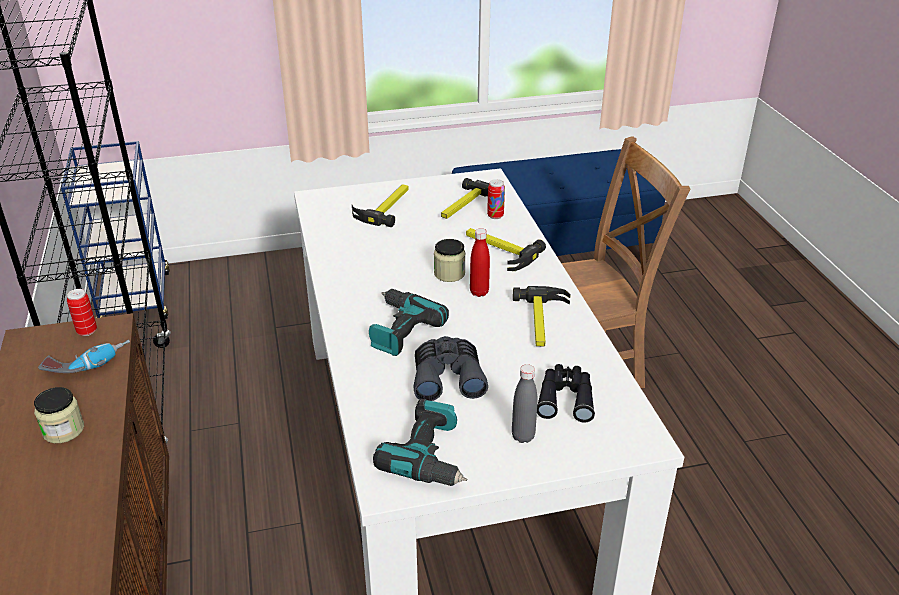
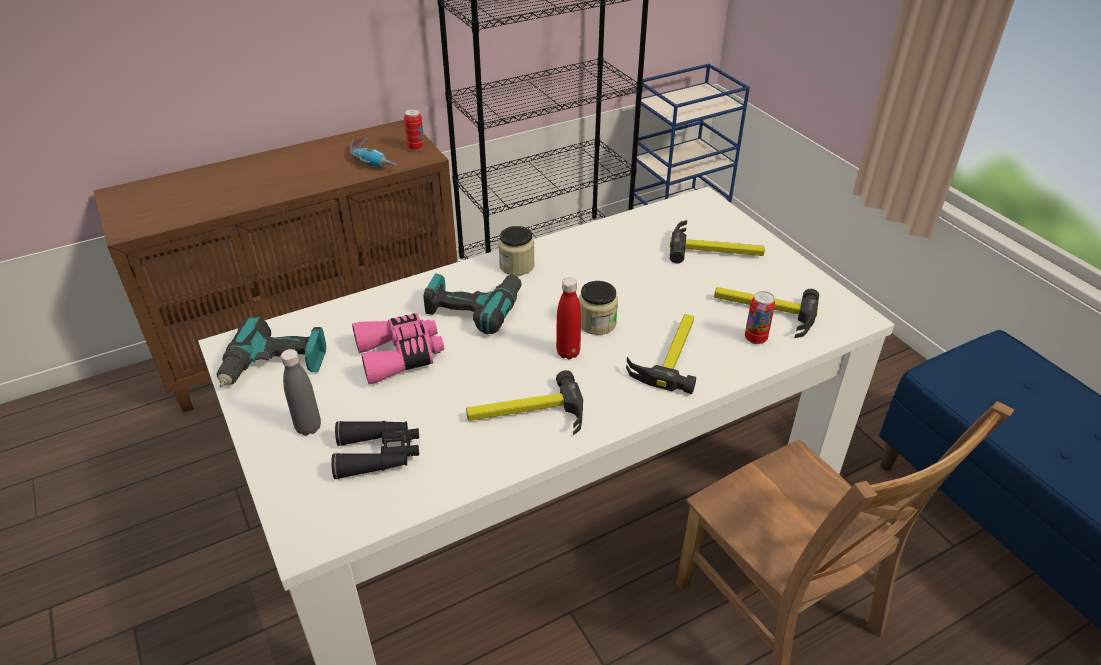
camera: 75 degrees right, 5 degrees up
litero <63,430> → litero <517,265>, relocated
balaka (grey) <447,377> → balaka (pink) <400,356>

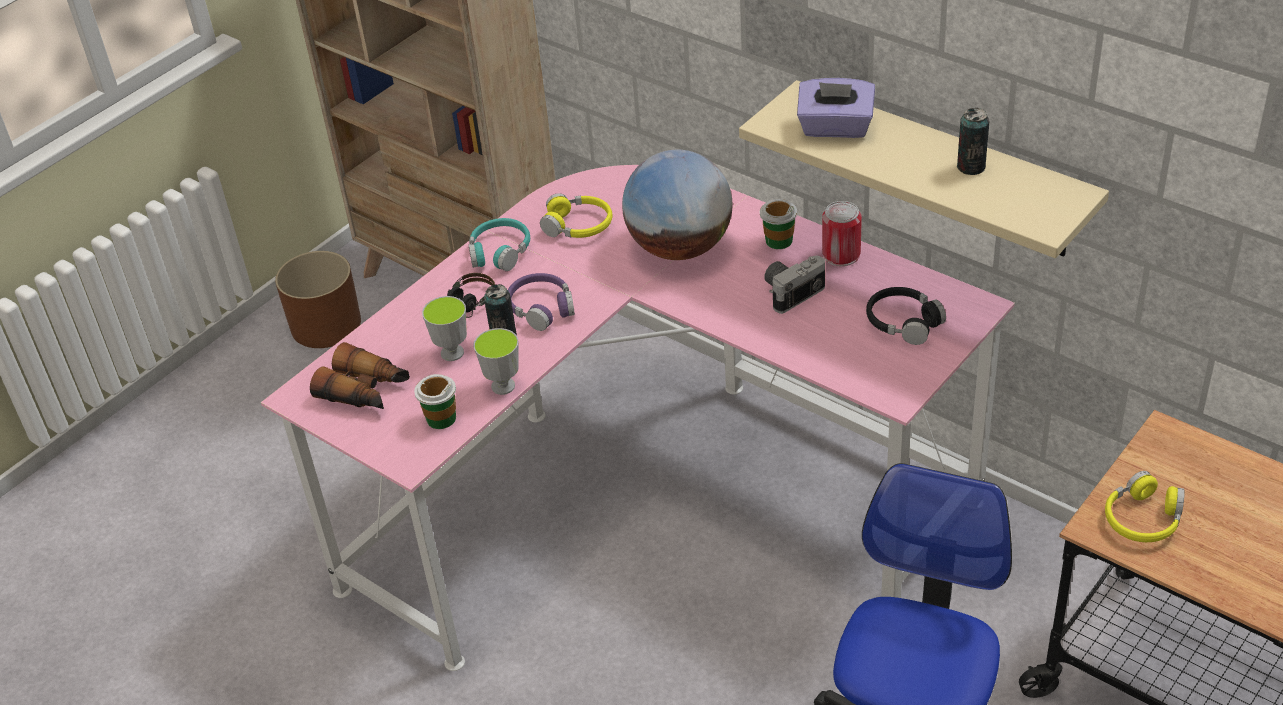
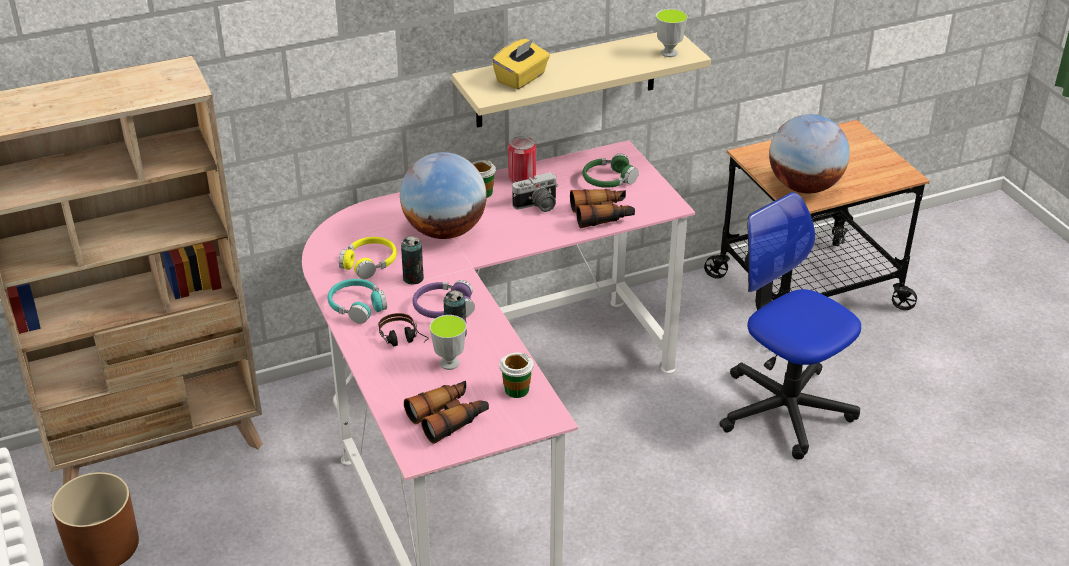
camera: 65 degrees left, 5 degrees down
- → balaka <602,215>
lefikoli <503,386> → lefikoli <669,53>, relocated
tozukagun <971,167> → tozukagun <413,278>, relocated
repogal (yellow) <1143,519> → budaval <804,187>
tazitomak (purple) <835,128> → tazitomak (yellow) <521,78>
repogal (black) <903,322> → repogal (green) <608,180>
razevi <791,291> → razevi <537,206>, 105 degrees counterclockwise

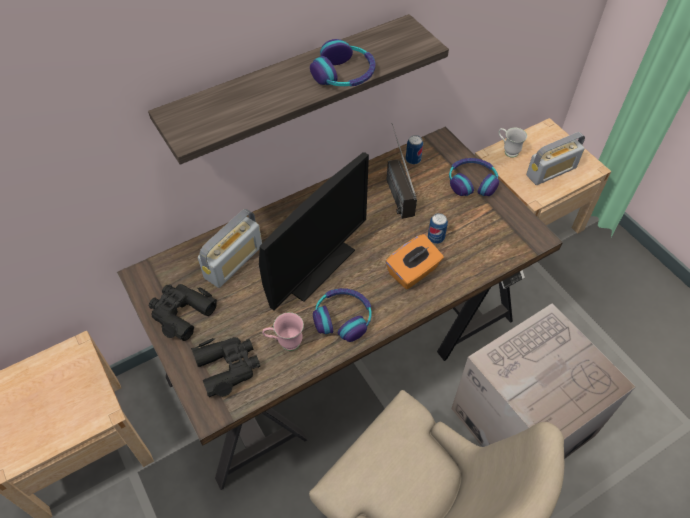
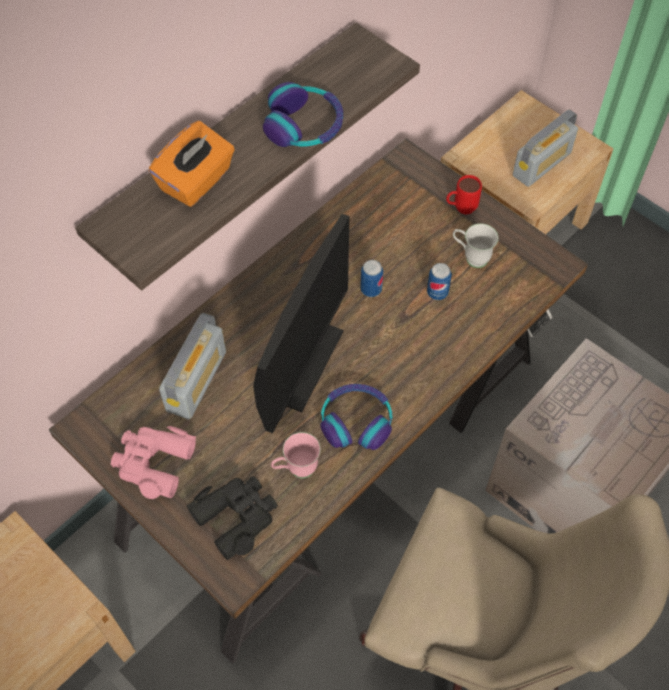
camera: 15 degrees left, 5 degrees up
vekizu <394,187> → -
tazitomak (orange) <413,272> → tazitomak (orange) <196,181>, relocated
tozukagun <413,160> → tozukagun <371,290>, relocated
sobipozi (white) <507,151> → sobipozi (white) <471,257>, relocated
repogal <472,182> → sobipozi (red) <460,209>
balaka (black) <181,313> → balaka (pink) <153,463>

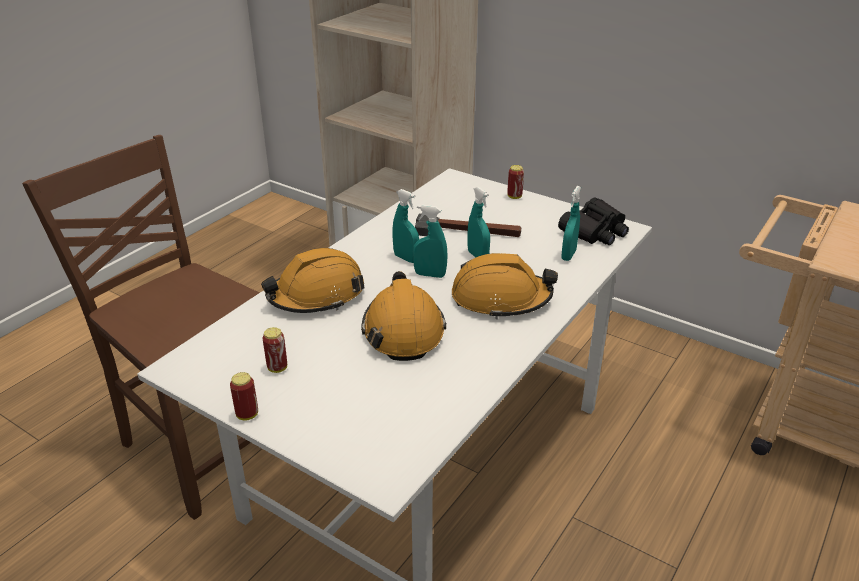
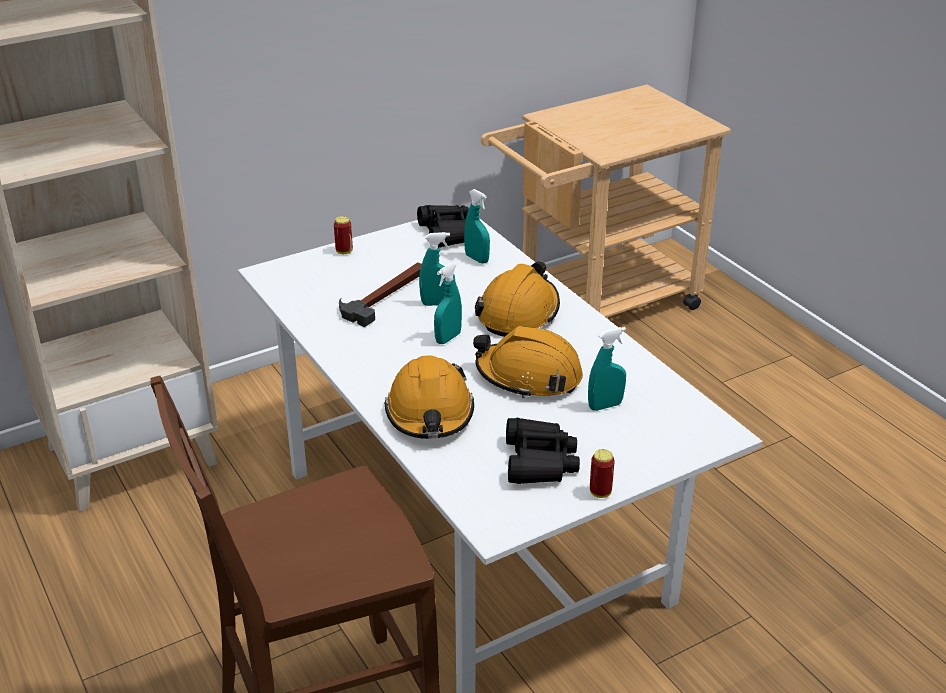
camera: 65 degrees left, 0 degrees up
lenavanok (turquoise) <406,258> → lenavanok (turquoise) <605,406>, relocated
tozukagun <277,368> → balaka (black) <539,461>

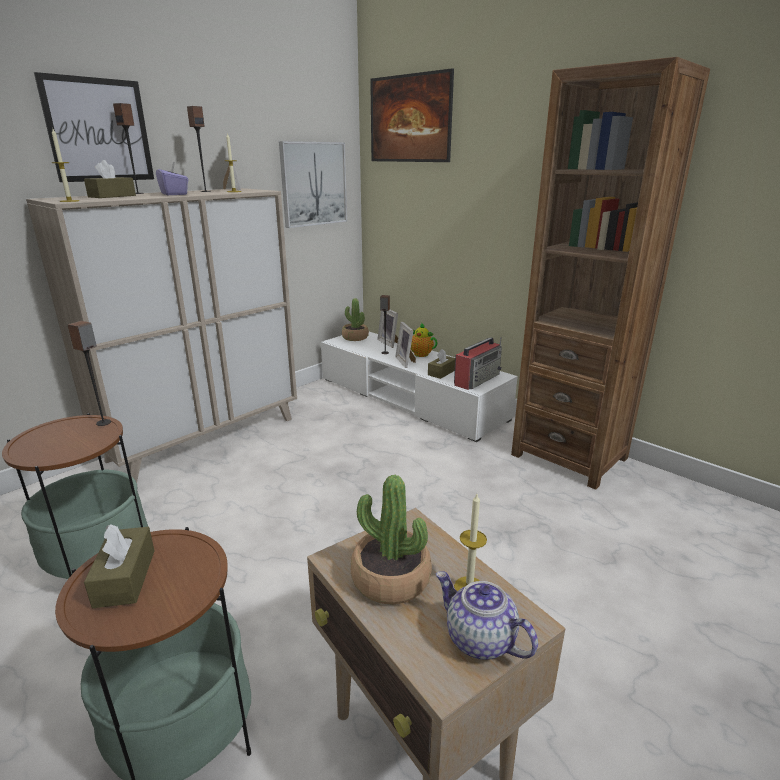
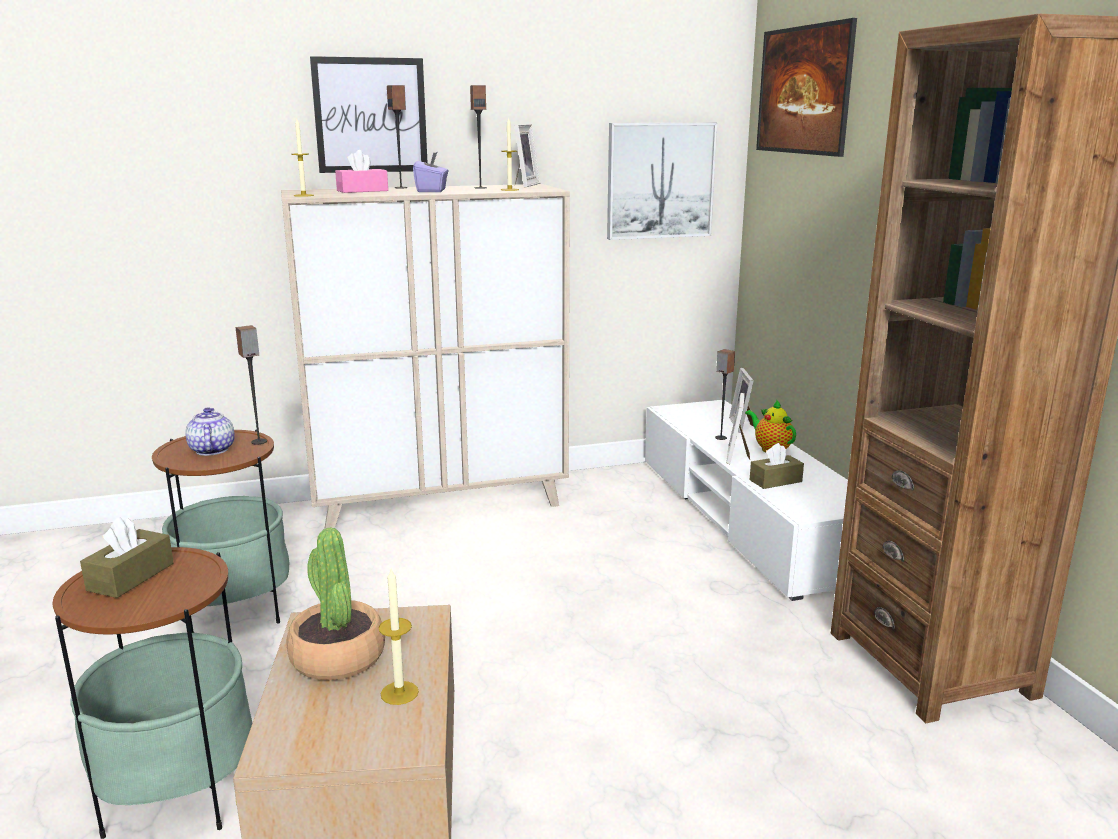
camera: 30 degrees right, 5 degrees down
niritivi <355,337> → -
vekizu <477,379> → -
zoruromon <479,639> → zoruromon <211,450>, relocated
tazitomak (brown) <112,196> → tazitomak (pink) <362,191>

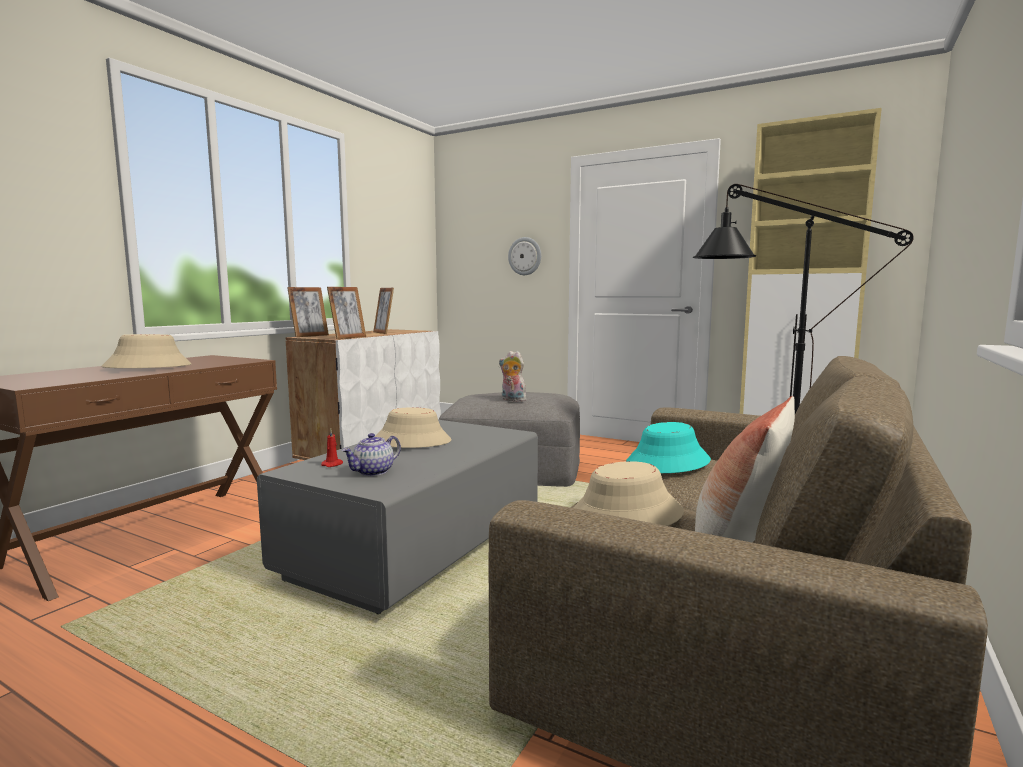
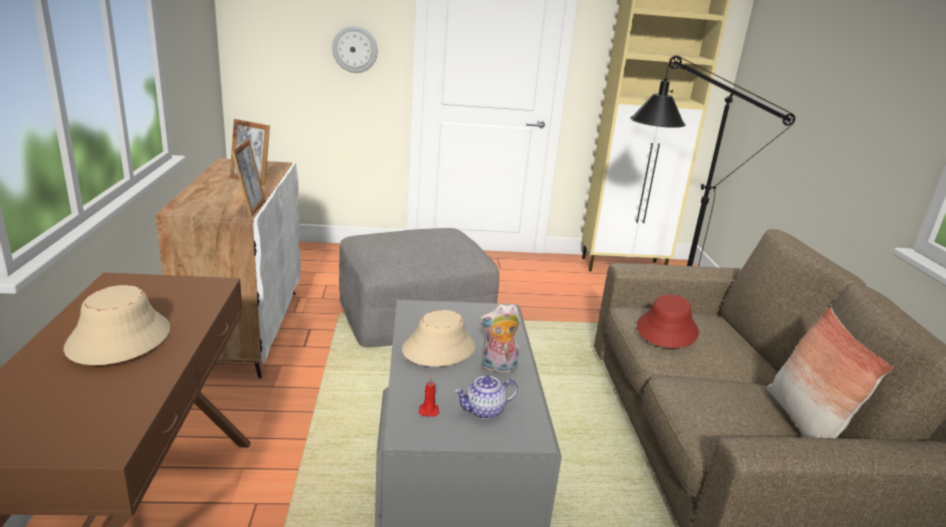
camera: 35 degrees left, 15 degrees up
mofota <309,336> → -
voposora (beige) <626,515> → -
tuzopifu <512,400> → tuzopifu <497,369>, relocated
voposora (turquoise) <668,462> → voposora (red) <667,330>
zoruromon <373,472> → zoruromon <484,411>, 60 degrees clockwise

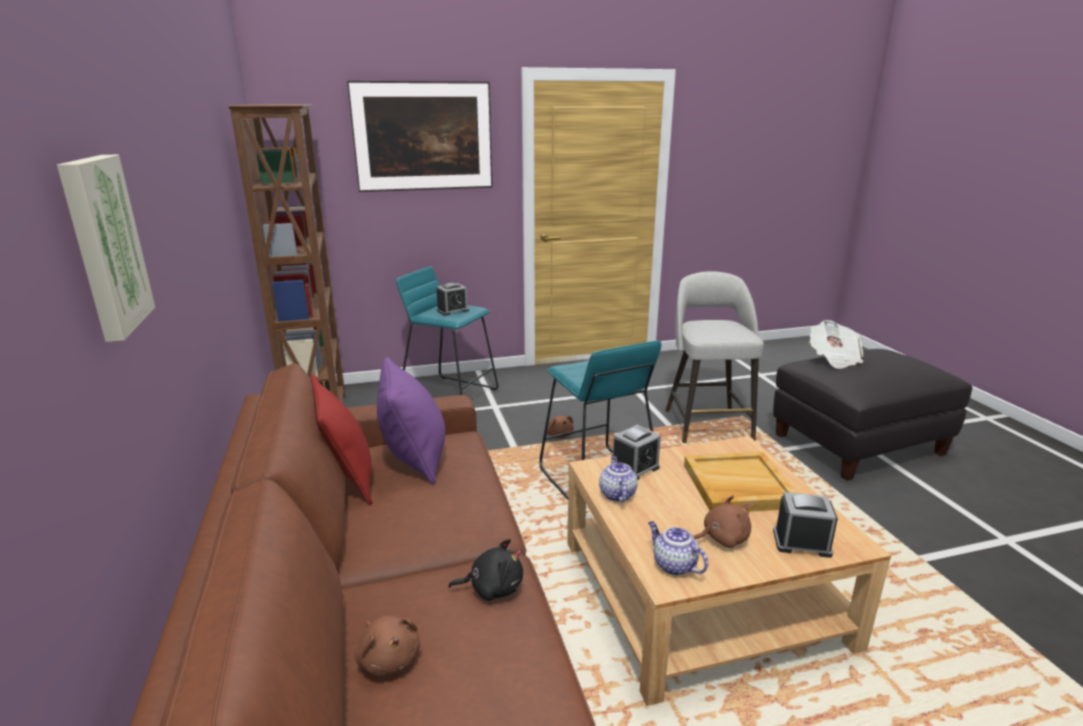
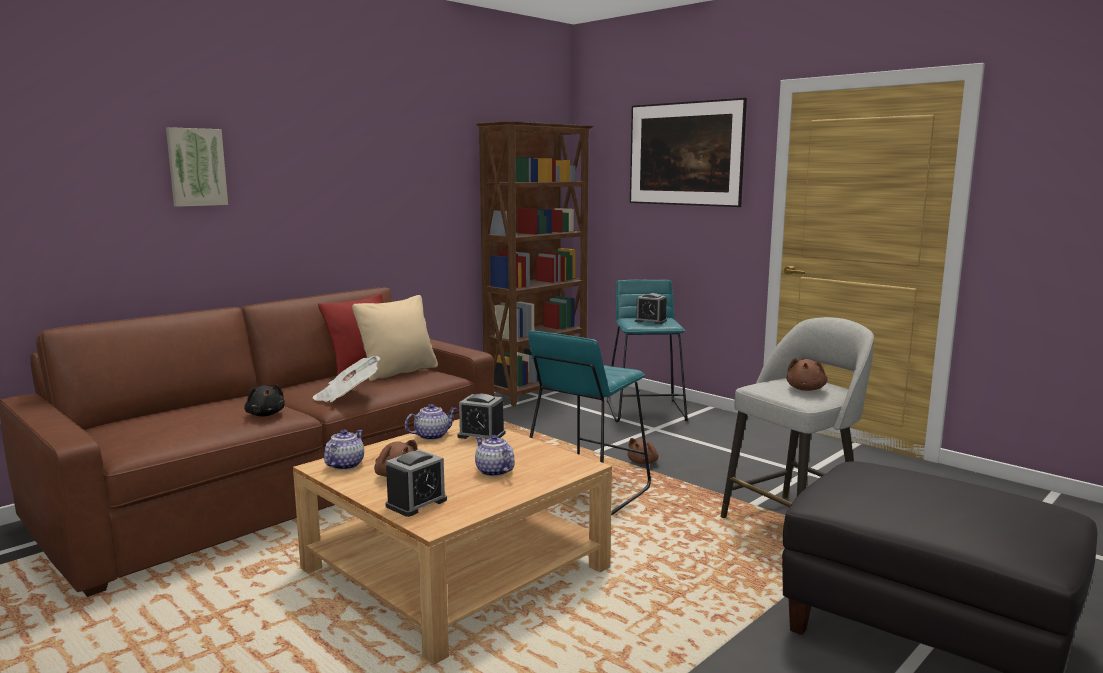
camera: 60 degrees right, 10 degrees down
tuzopifu (brown) <388,658> → tuzopifu (brown) <806,389>, relocated
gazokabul <834,358> → gazokabul <347,396>, relocated
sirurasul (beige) <737,486> → zoruromon <493,471>
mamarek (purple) <414,459> → mamarek (beige) <398,372>
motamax <801,543> → motamax <416,503>, 60 degrees clockwise

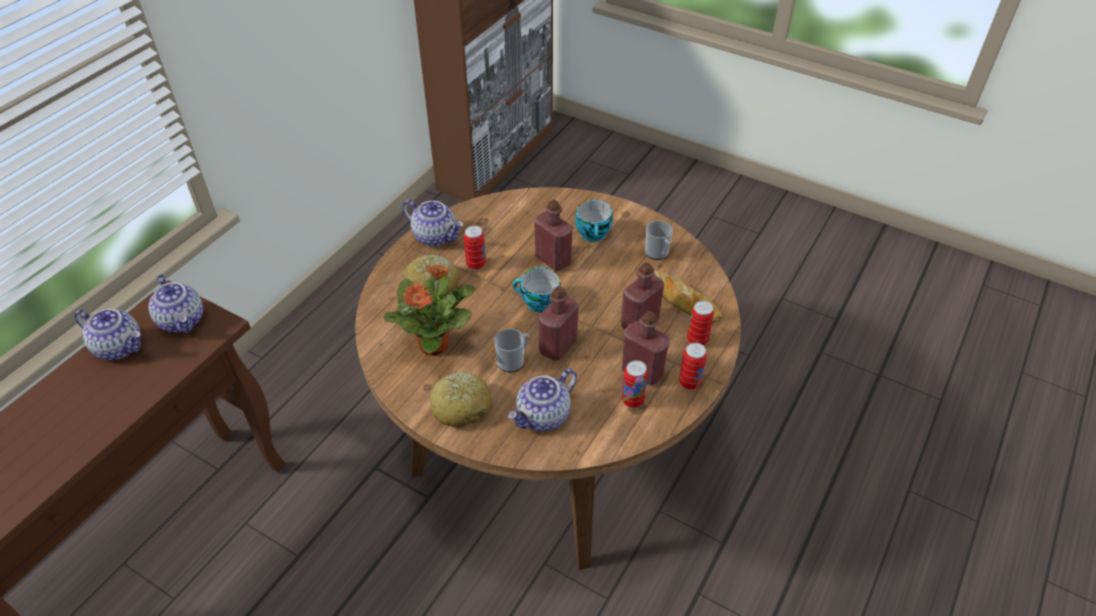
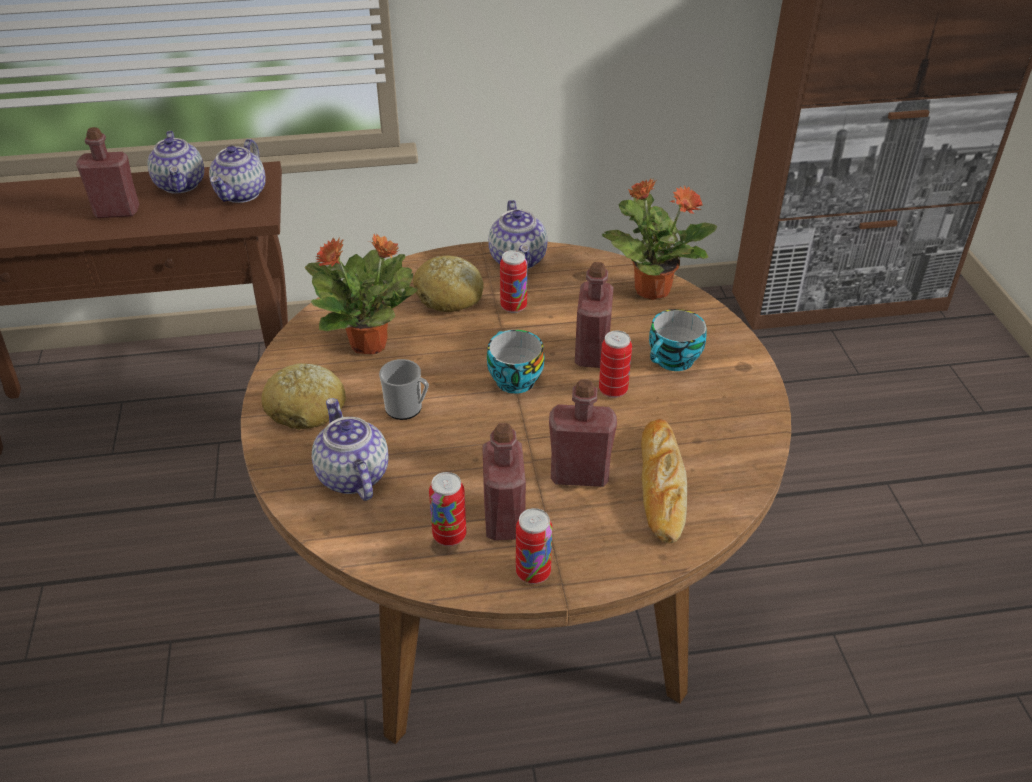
camera: 50 degrees right, 5 degrees down
sobipozi <658,254> → -
- → niritivi <651,289>
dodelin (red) <557,346> → dodelin (red) <117,211>, relocated
tozukagun <697,340> → tozukagun <613,390>, relocated
zoruromon <543,416> → zoruromon <351,475>, 60 degrees clockwise

